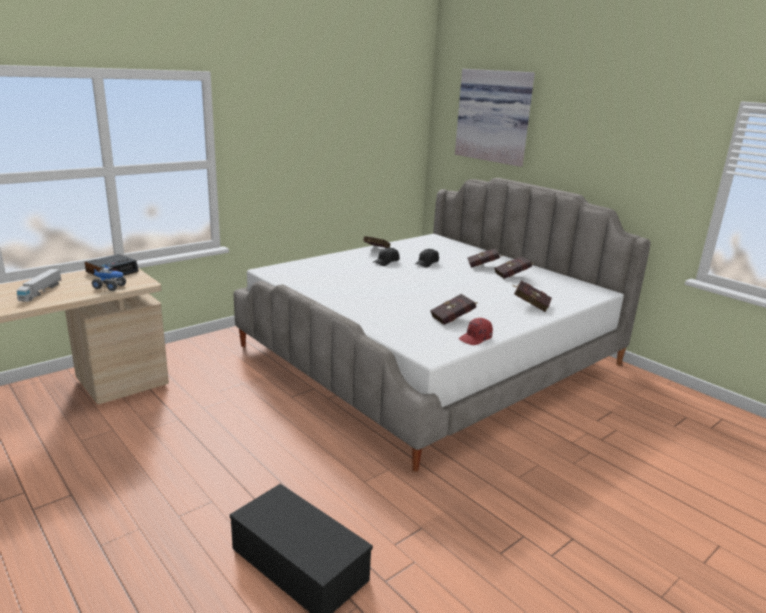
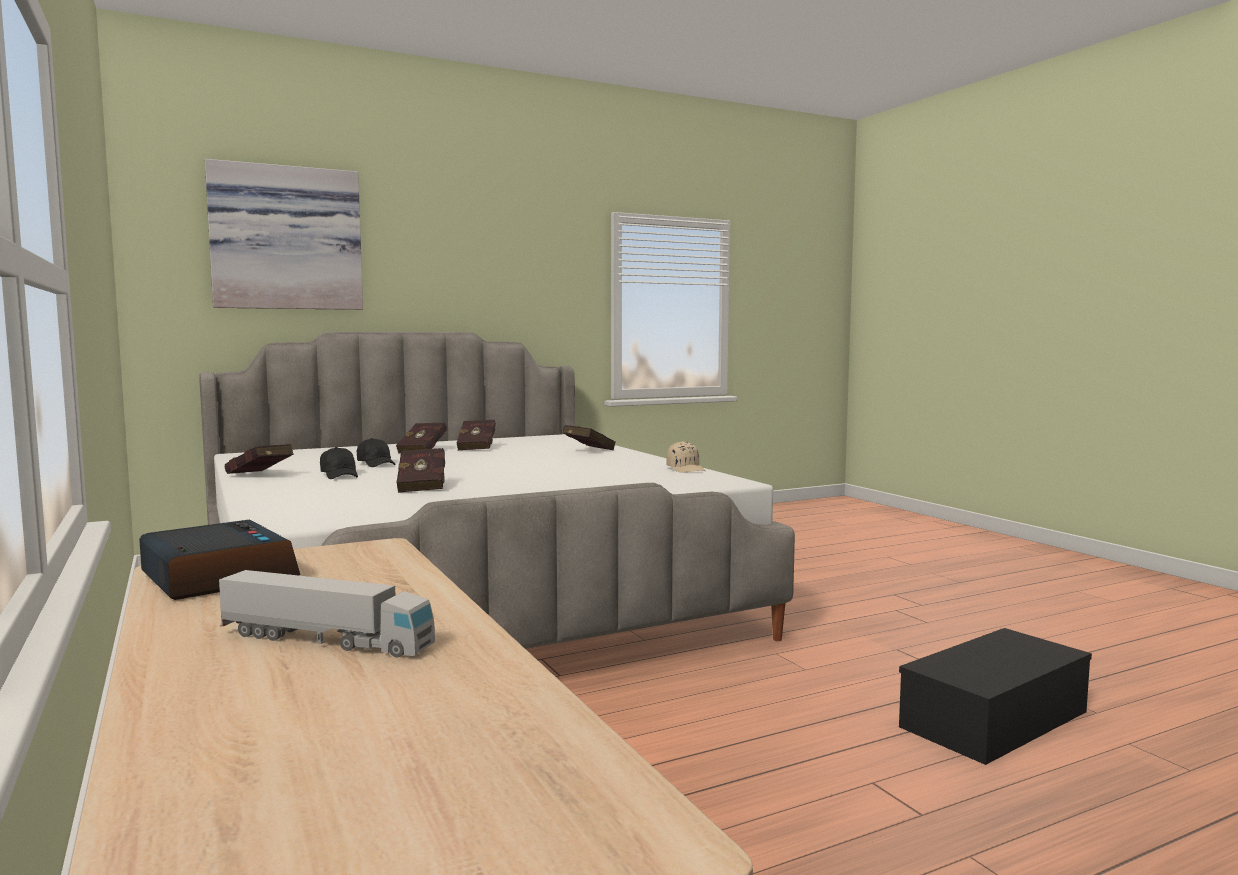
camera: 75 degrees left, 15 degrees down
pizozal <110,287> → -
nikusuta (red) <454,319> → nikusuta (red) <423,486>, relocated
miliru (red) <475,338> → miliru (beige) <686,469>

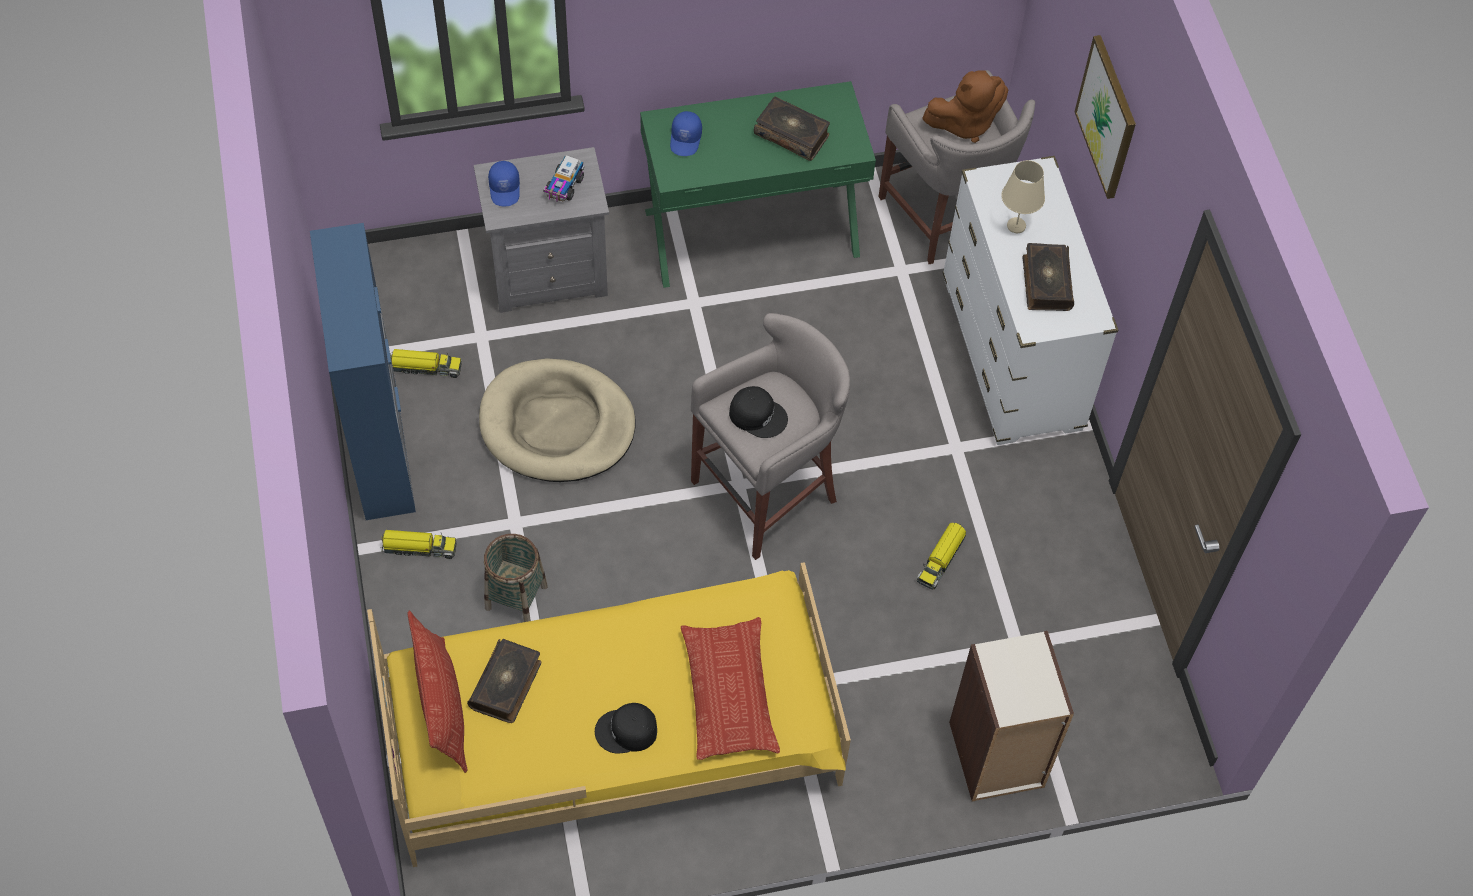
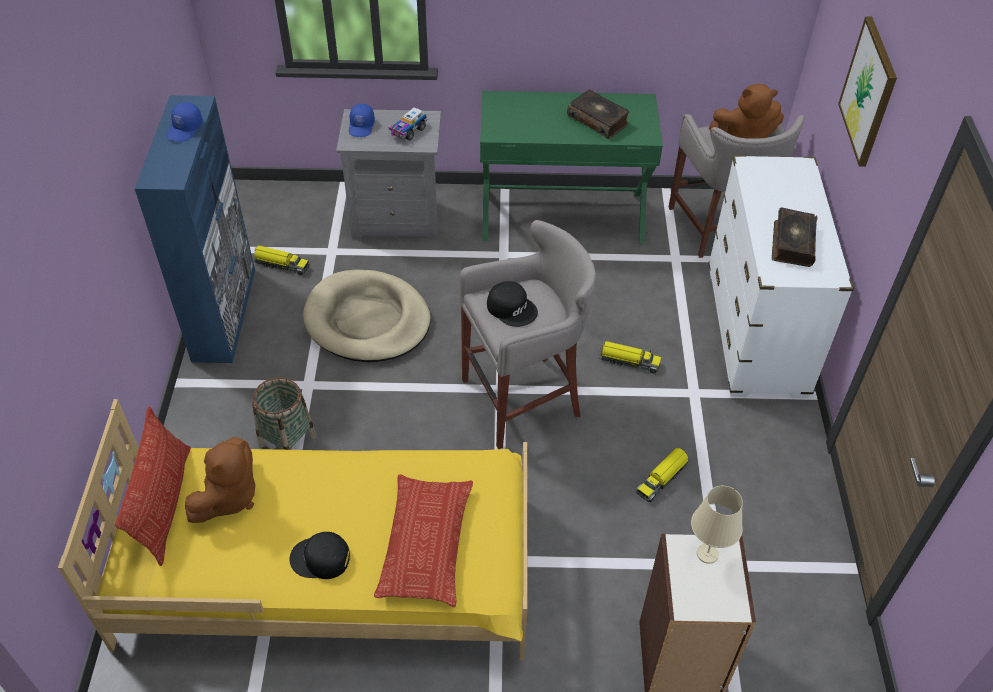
camera: 15 degrees right, 10 degrees down
pizozal <418,547> → pizozal <629,361>, relocated
miliru (blue) <686,139> → miliru (blue) <185,129>, relocated
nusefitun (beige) <1016,226> → nusefitun (beige) <707,554>, relocated
nikusuta <507,685> → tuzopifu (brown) <228,497>

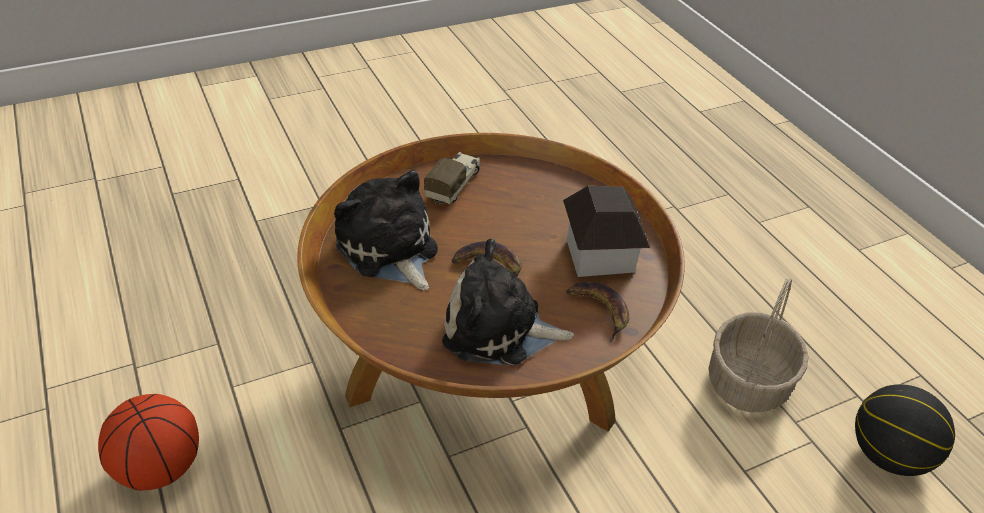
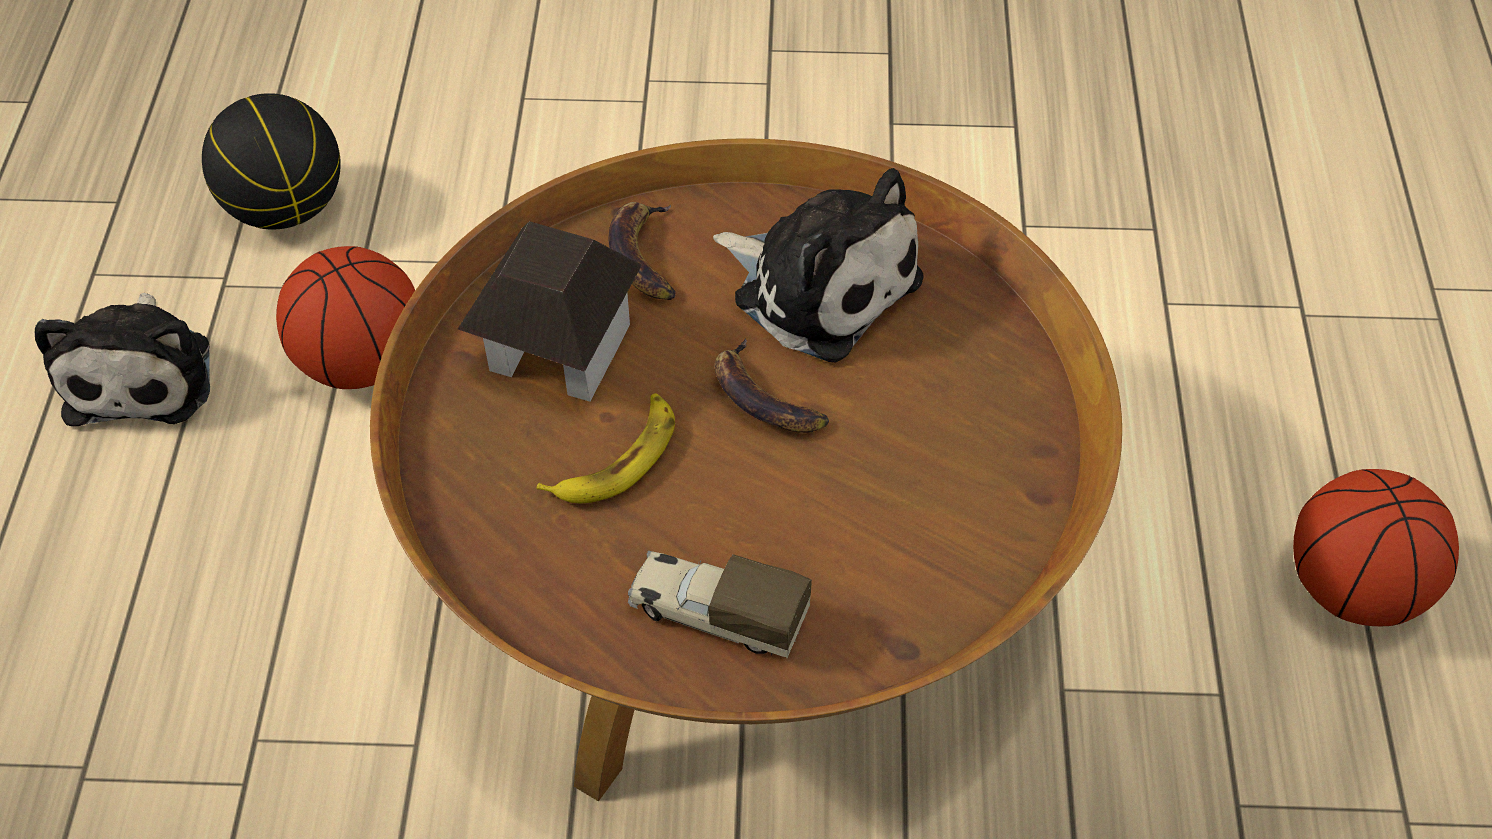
camera: 150 degrees left, 10 degrees up
- → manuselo <617,458>
tuzopifu <389,250> → tuzopifu <142,373>, relocated
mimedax <748,383> → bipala <361,363>
pizozal <454,185> → pizozal <716,614>, 60 degrees clockwise

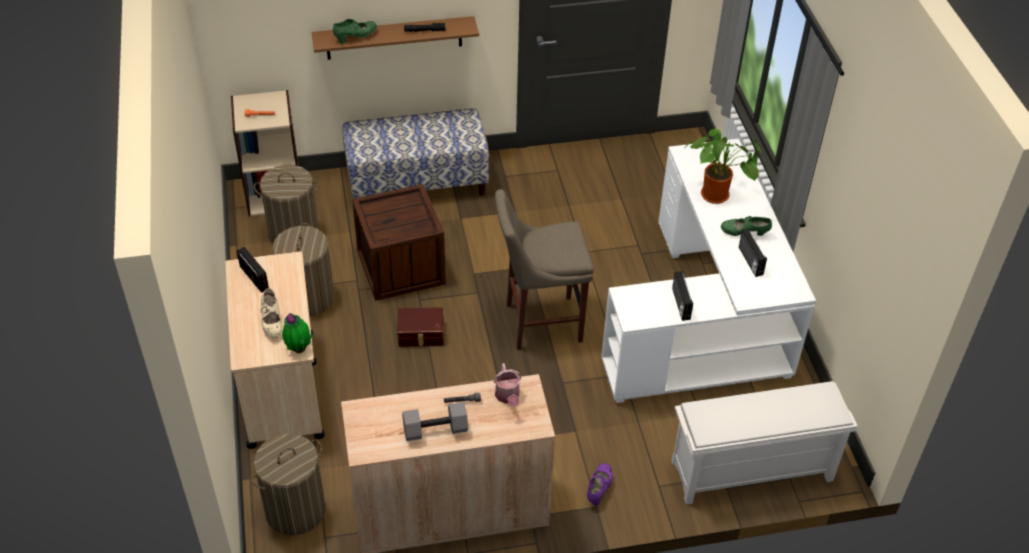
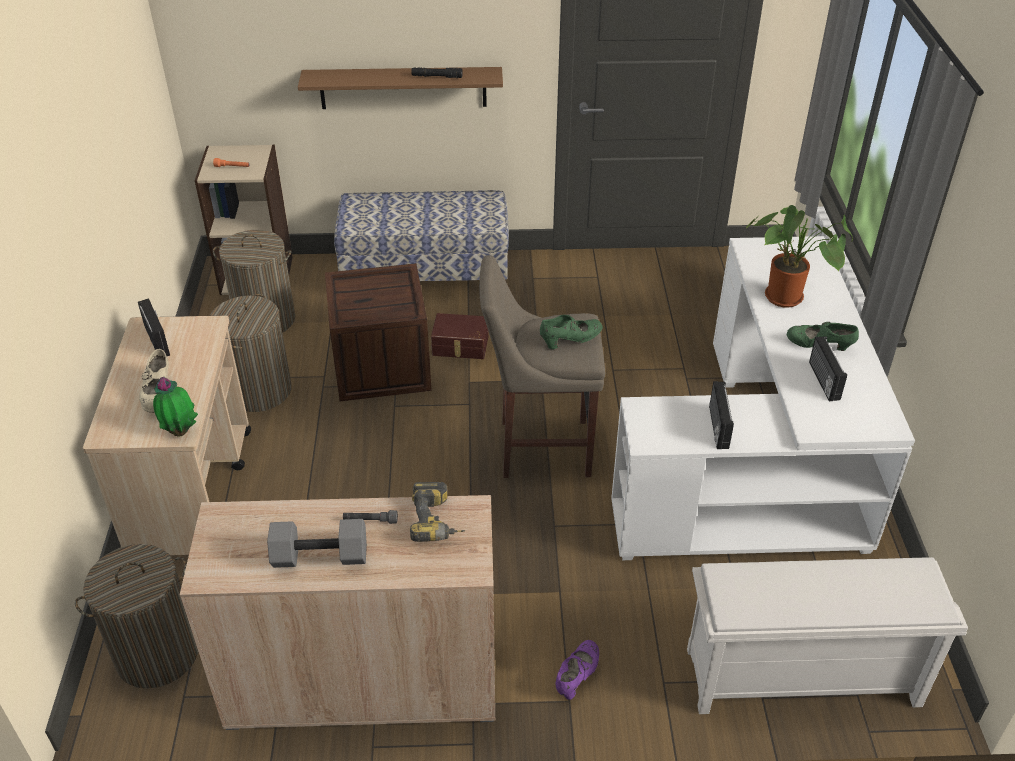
camera: 10 degrees right, 5 degrees down
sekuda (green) <356,37> → sekuda (green) <571,341>, relocated
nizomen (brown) <421,334> → nizomen (brown) <460,346>, relocated
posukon <508,397> → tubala <438,521>

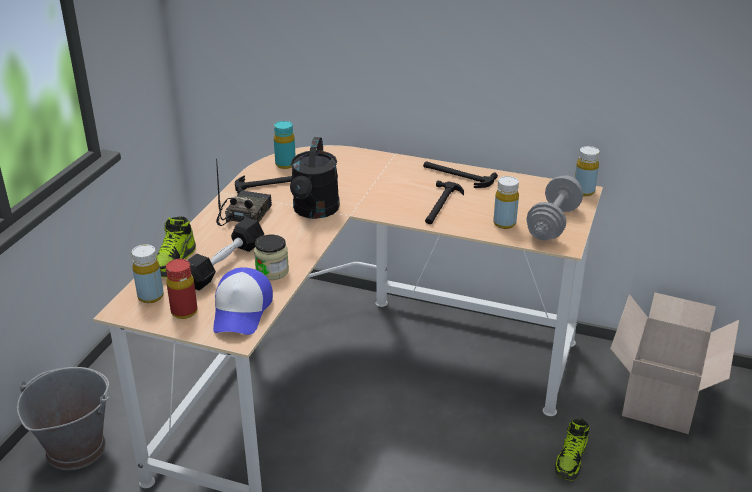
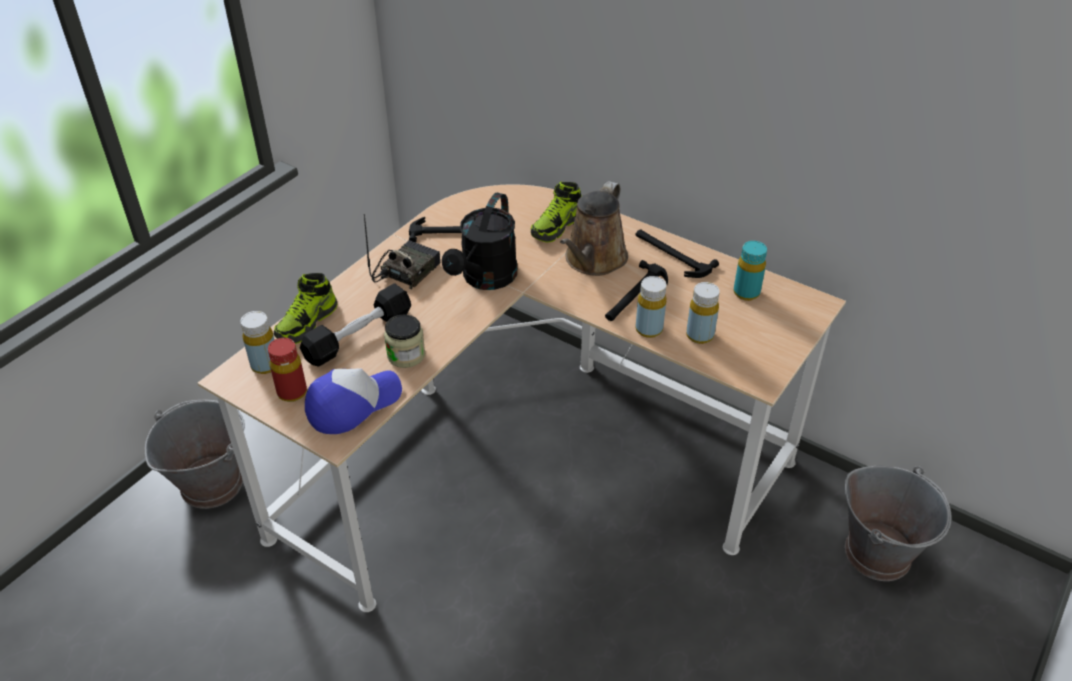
camera: 15 degrees right, 10 degrees up
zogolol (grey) <553,223> → -
- → posukon (brown) <593,260>
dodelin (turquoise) <285,164> → dodelin (turquoise) <746,293>, relocated
sekuda <571,460> → sekuda <557,226>, relocated
dodelin (yellow) <583,191> → dodelin (yellow) <649,329>, relocated
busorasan <663,393> → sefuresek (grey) <878,553>
miliru <242,311> → miliru <353,404>, 150 degrees counterclockwise

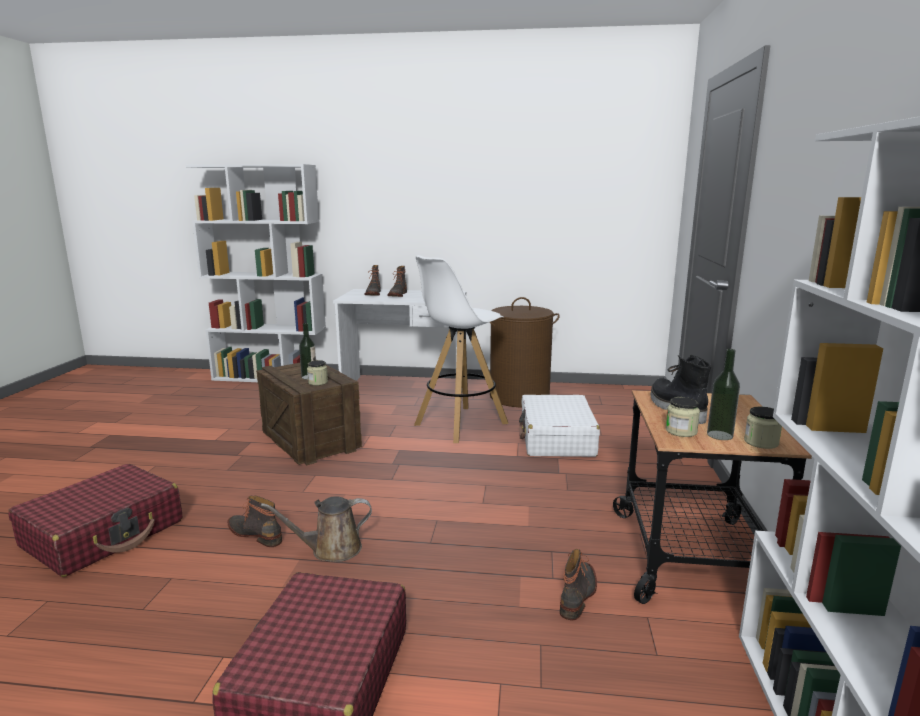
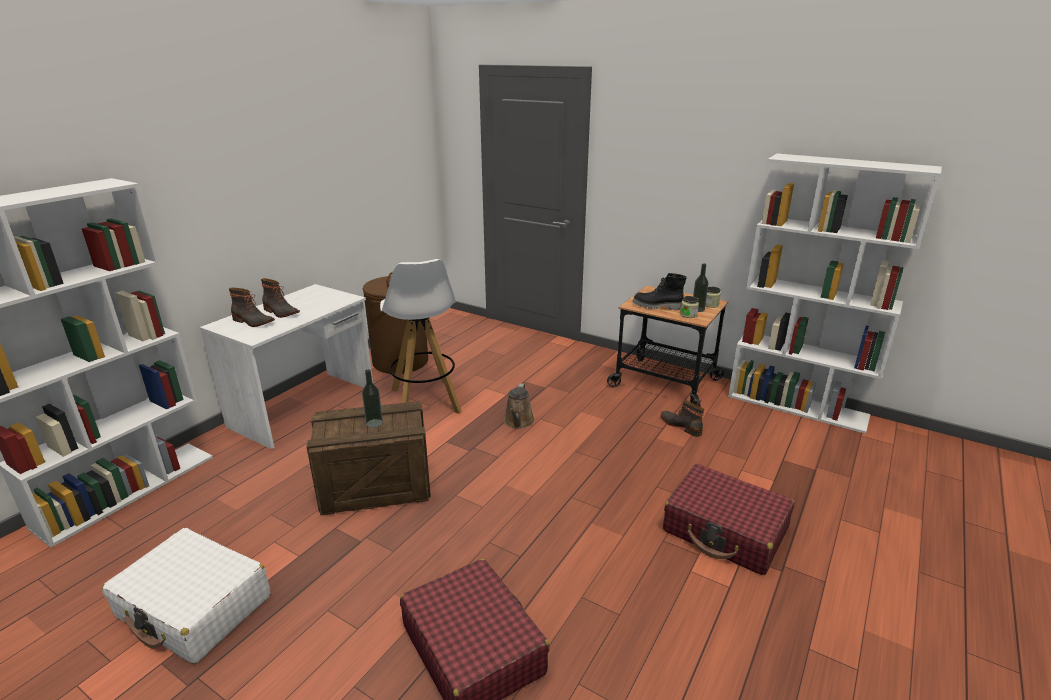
camera: 65 degrees left, 10 degrees up
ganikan <256,534> → -
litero <318,382> → -
posukon (brown) <331,550> → posukon (brown) <518,422>, relocated
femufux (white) <556,439> → femufux (white) <194,607>, relocated

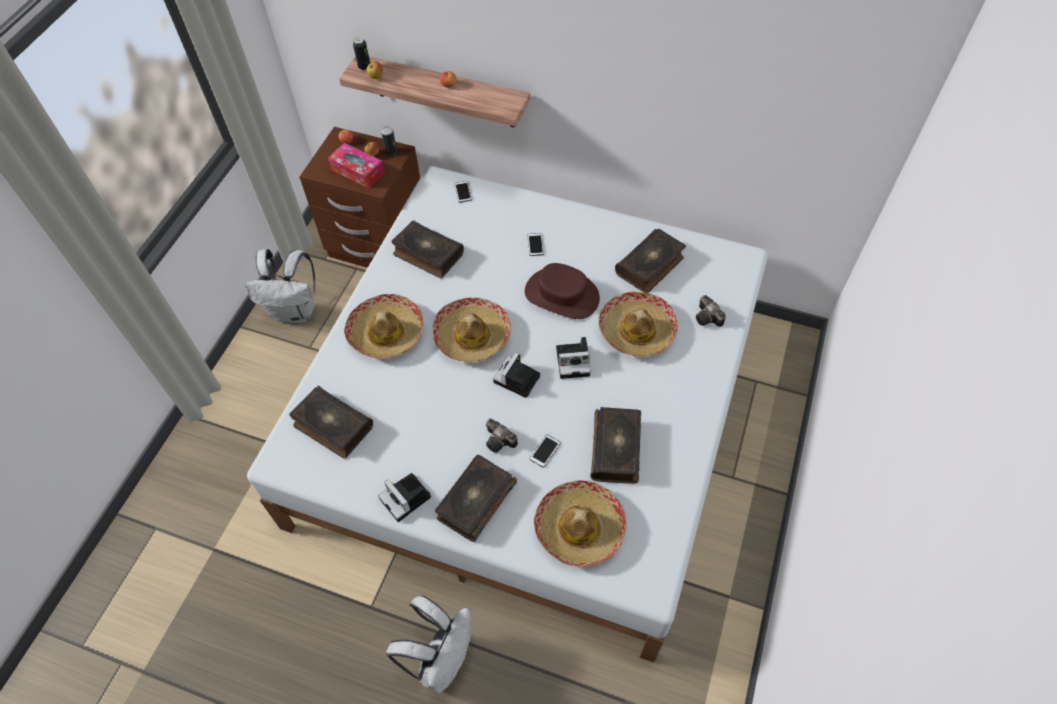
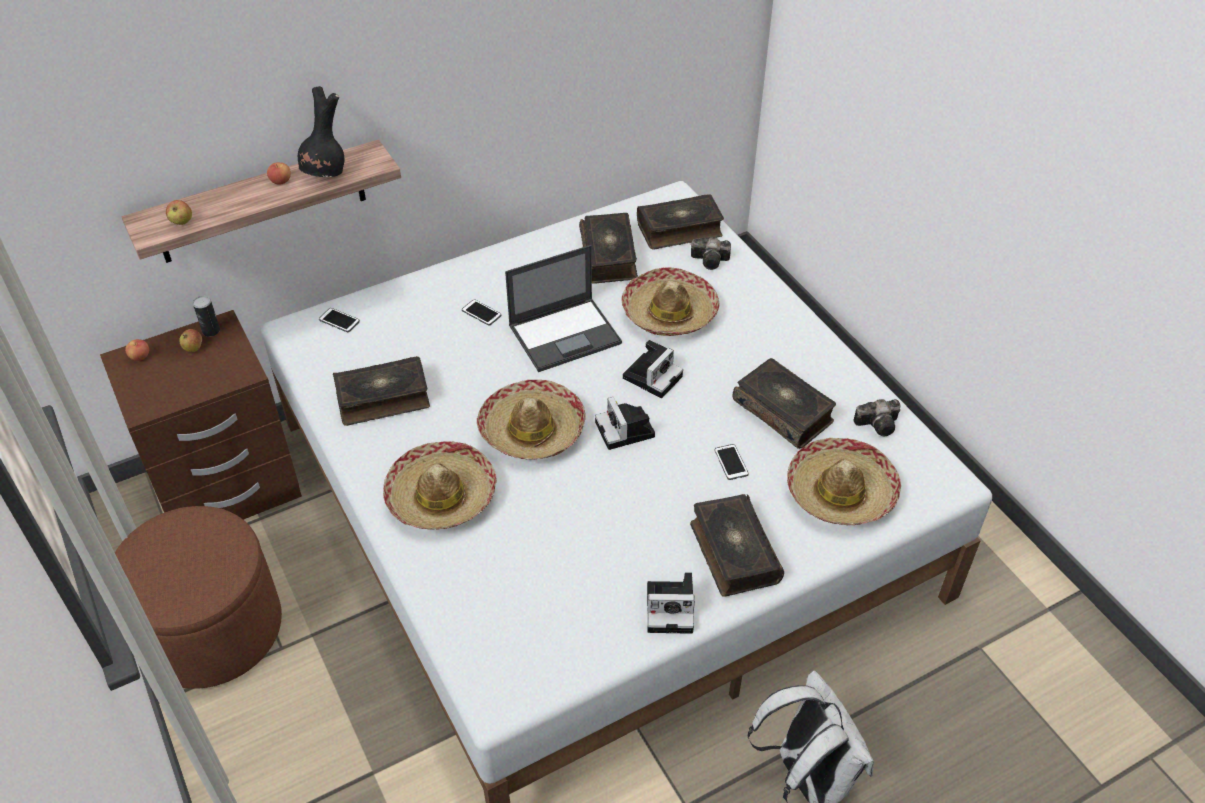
camera: 50 degrees left, 10 degrees down
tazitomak <358,171> → -
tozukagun <364,67> → -
- → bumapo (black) <326,173>
nikusuta <332,426> → nikusuta <680,230>, relocated
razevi <500,441> → razevi <879,424>, relocated
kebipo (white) <295,311> → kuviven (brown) <211,629>
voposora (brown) <562,295> → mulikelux <566,334>

